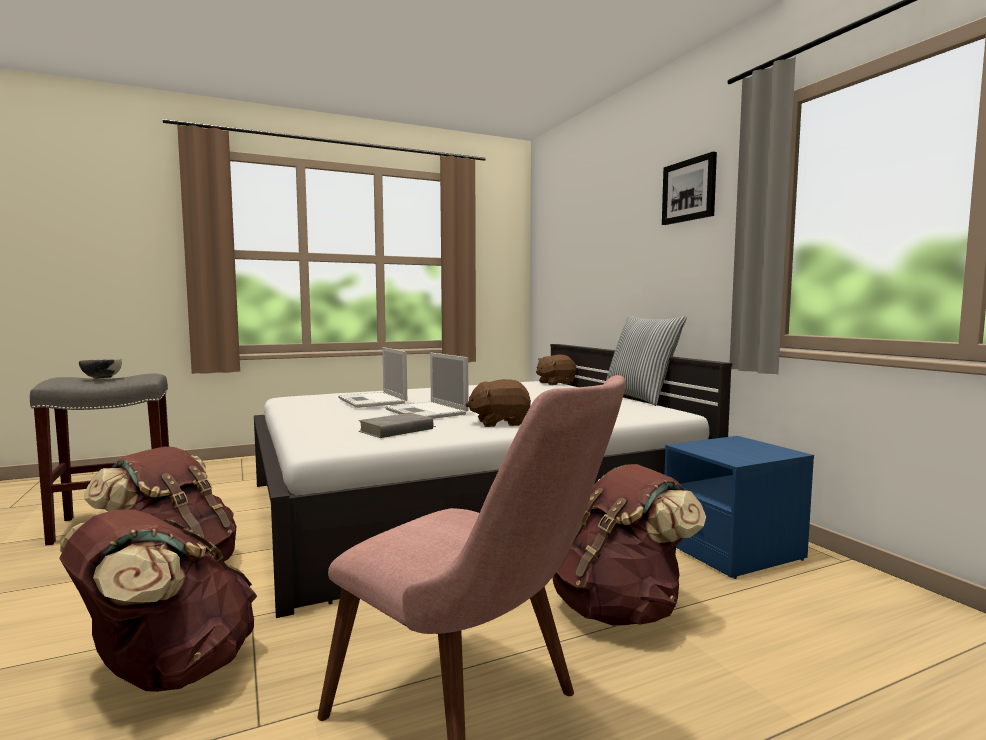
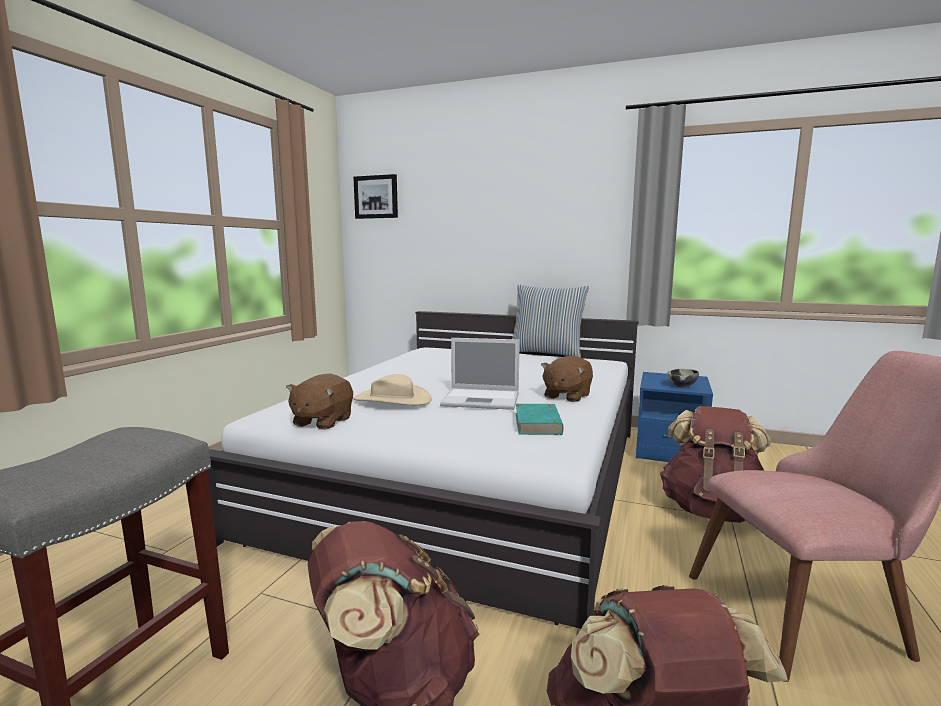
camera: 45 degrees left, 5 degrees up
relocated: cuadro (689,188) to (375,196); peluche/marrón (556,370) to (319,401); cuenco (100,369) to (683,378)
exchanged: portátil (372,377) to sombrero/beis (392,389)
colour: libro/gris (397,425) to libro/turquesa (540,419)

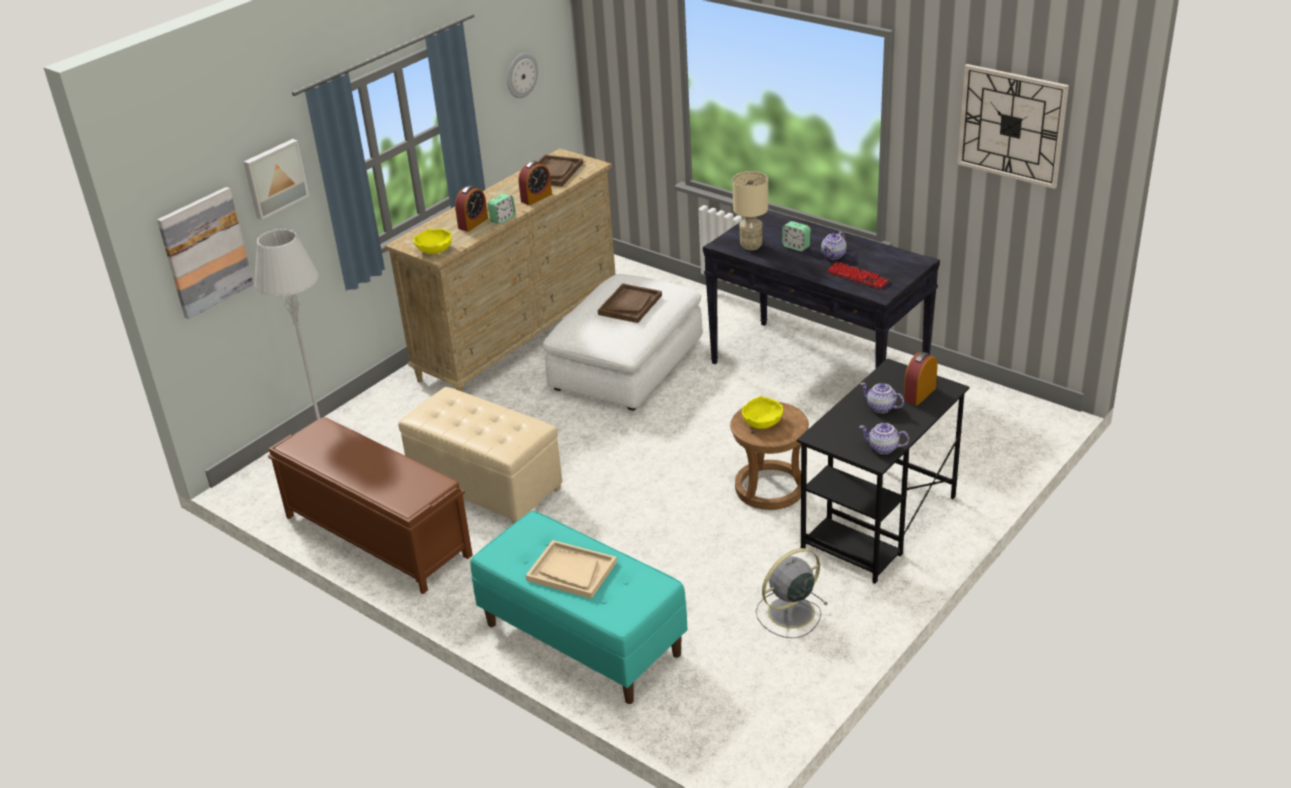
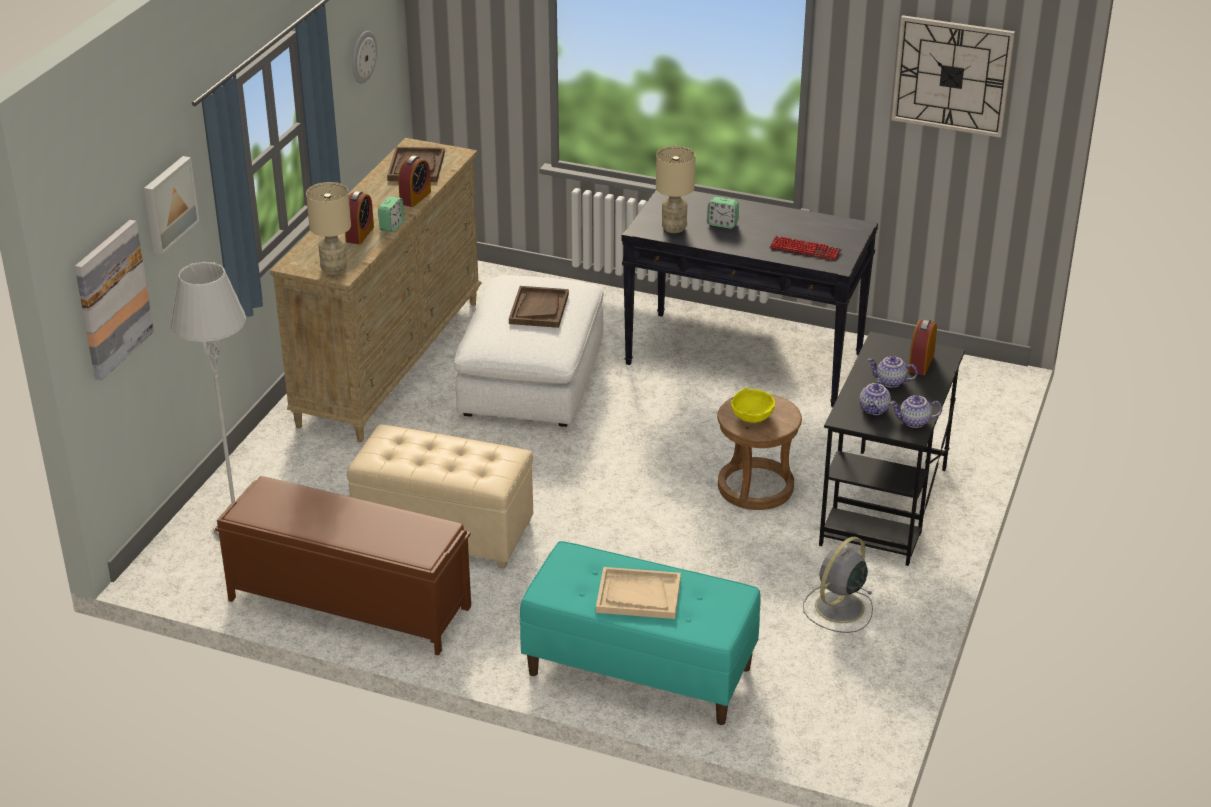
camera: 20 degrees left, 0 degrees up
relocated: tetera (834,245) to (875,396)
exchanged: cuenco/amarillo (432,241) to lámpara de mesa/beis (328,228)

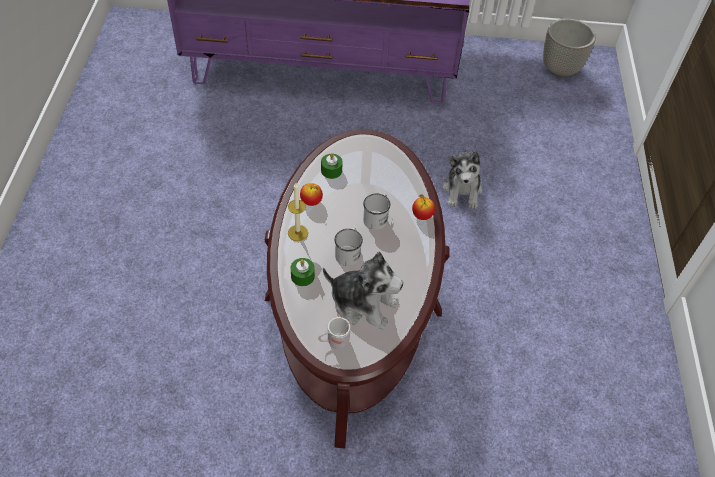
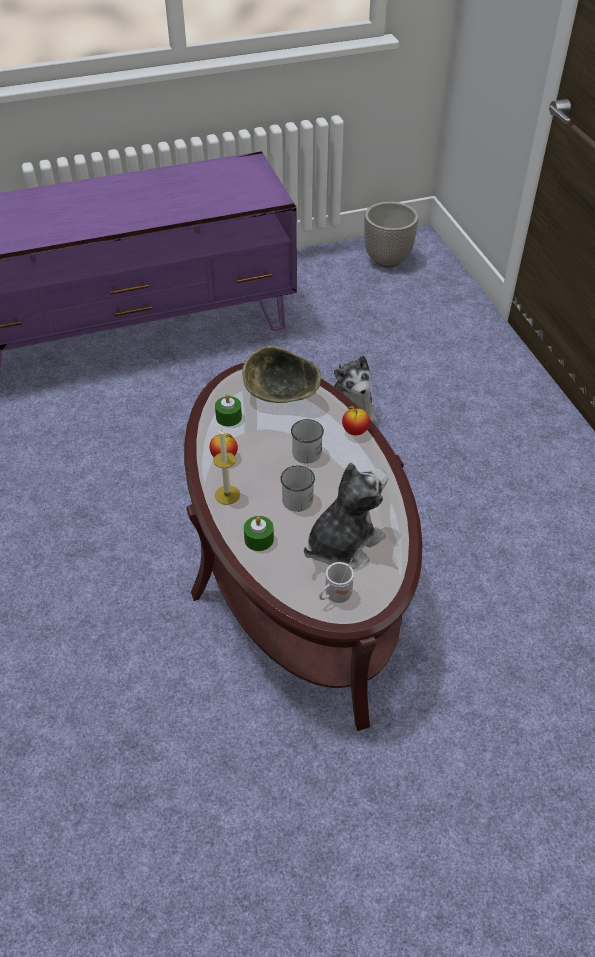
camera: 20 degrees left, 5 degrees down
appeared: cuenco (281,374)
spun: peluche (363,291) = (346,515) 45 degrees counterclockwise

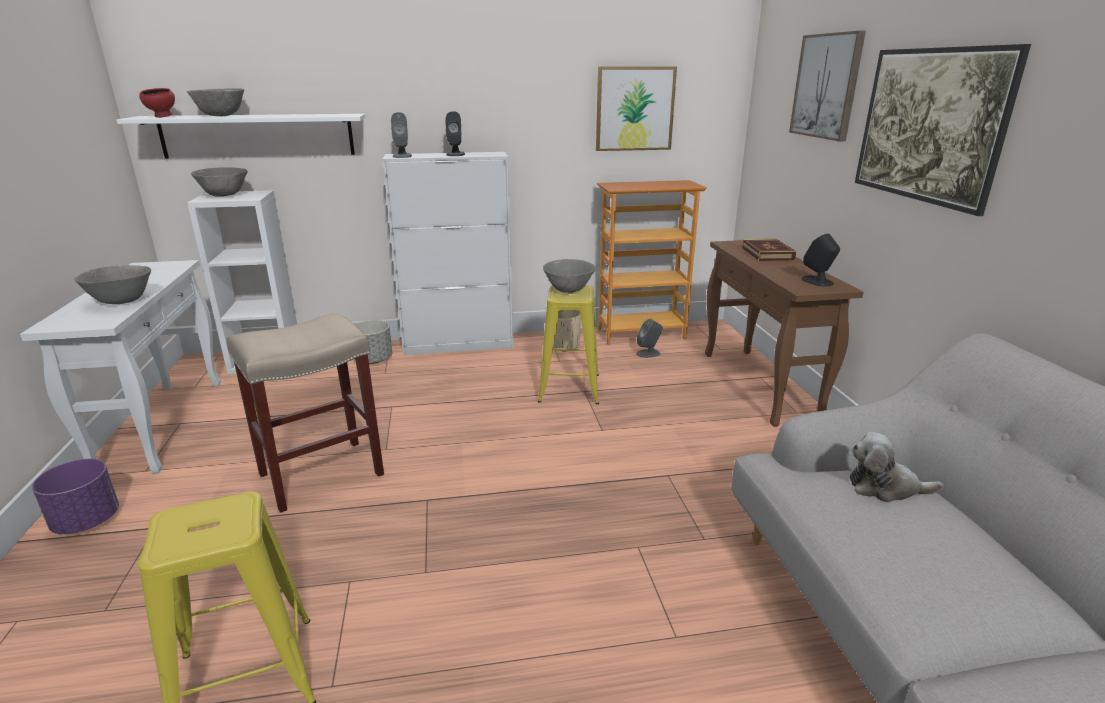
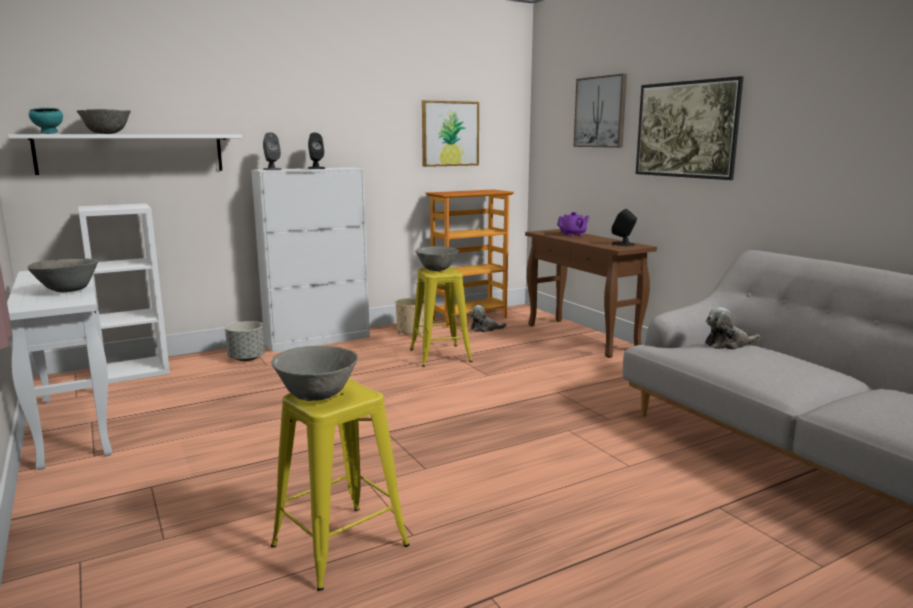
camera: 20 degrees left, 10 degrees down
missing: taburete/beis (305,413); maceta/morado (75,496)
relocated: cuenco/gris (219,182) to (315,373)
exchanged: libro (768,250) to tetera/morado (573,224); altavoz/gris (649,338) to peluche (488,318)
colour: cuenco/rojo (157,103) to cuenco/turquesa (46,121)

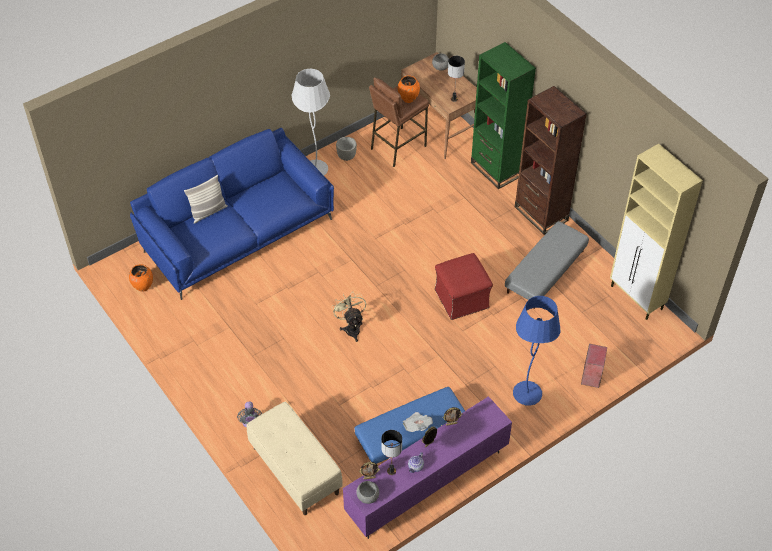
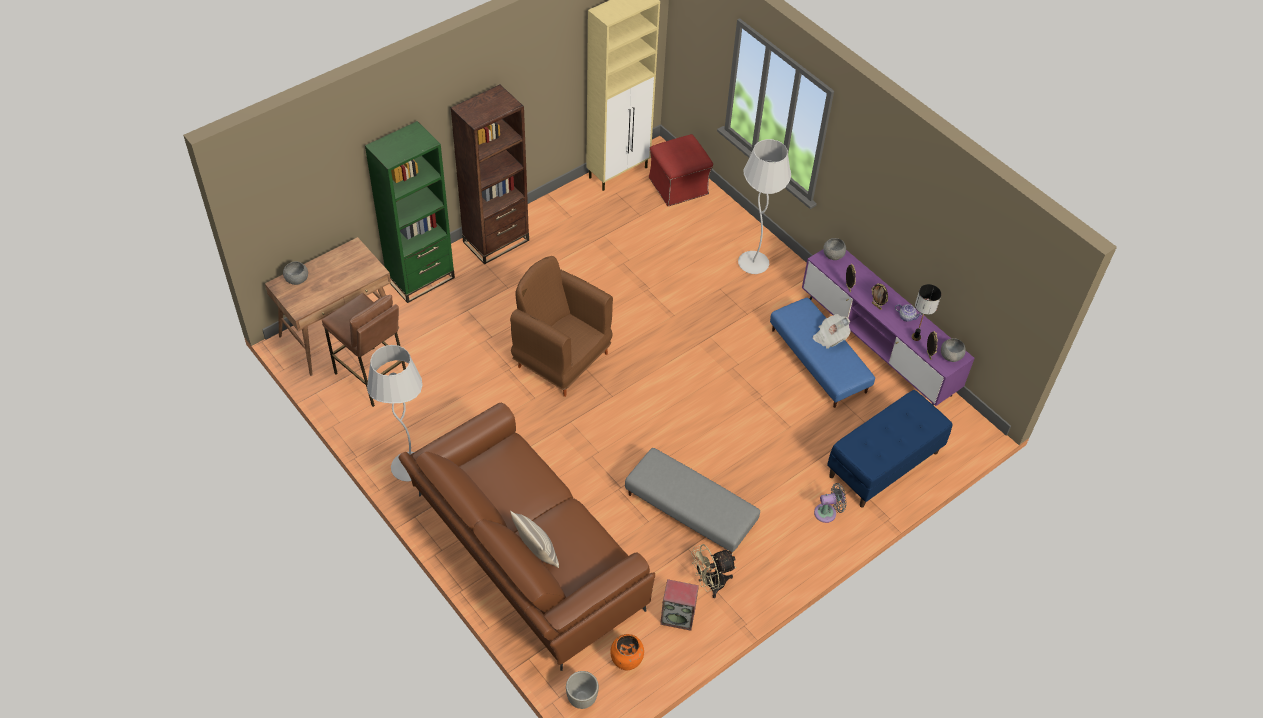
camera: 95 degrees left, 0 degrees up
missing: lámpara de mesa (456,79); florero/naranja (409,89)
appeared: cuenco/gris (834,249); sillón/marrón (561,326)
relocated: maceta/gris (346,149) to (582,690); puf/gris (547,265) to (692,501); puf/rojo (464,286) to (681,170); ventilador/beis (349,317) to (713,571); altavoz (594,366) to (679,605)
colour: sofá/azul (232,214) to sofá/marrón (527,537); lámpara de pie/azul (536,351) to lámpara de pie/blanco (764,206); banco/beis (295,458) to banco/azul (889,449)

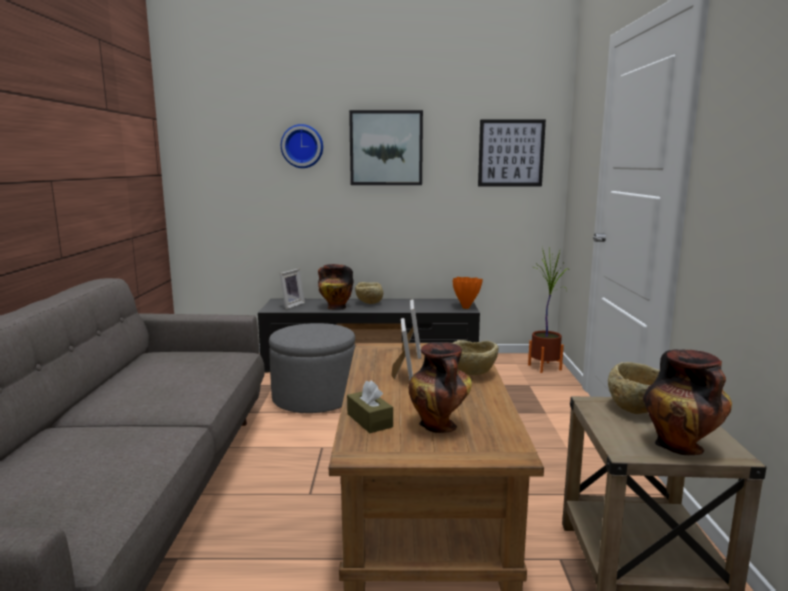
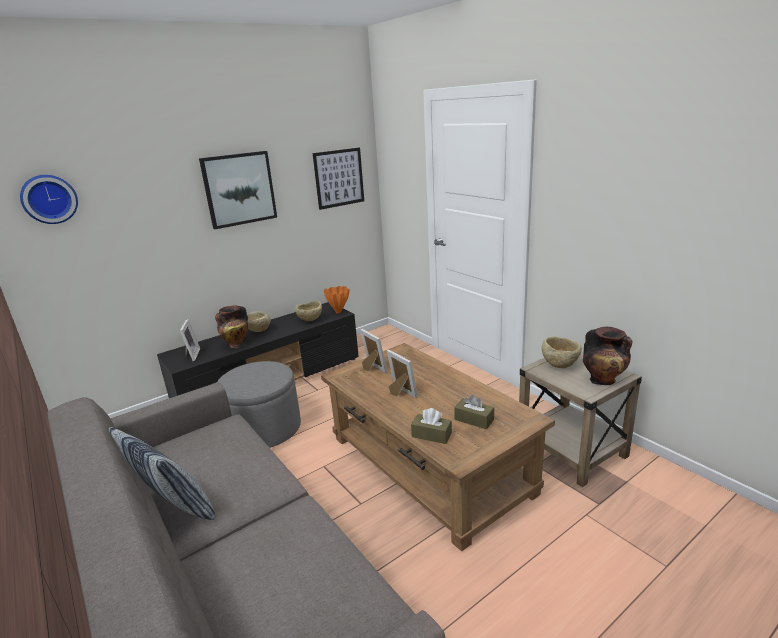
camera: 35 degrees left, 10 degrees up
missing: planta en maceta (548,310)
appeared: cojín (161,473)
relocated: reloj de pared (302,146) to (49,199); cuenco/beis (475,357) to (308,311)
exchanged: florero (440,388) to caja de pañuelos/marrón (474,412)

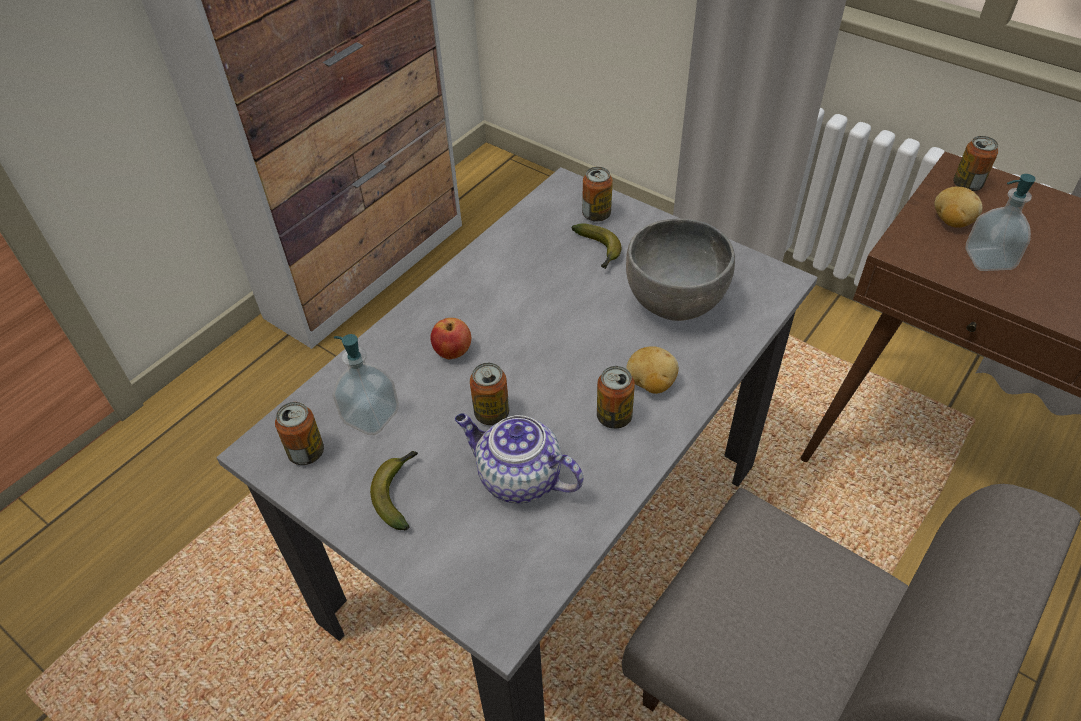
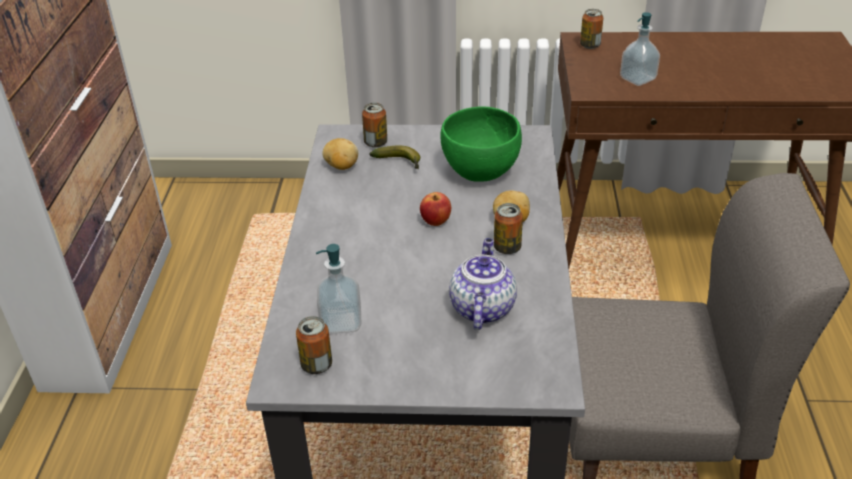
camera: 35 degrees left, 10 degrees down
missing: lata (489,394); plátano (394,491)
relocated: patata (958,207) to (340,154); manzana (450,338) to (435,209)
colour: cuenco/gris (680,270) to cuenco/verde (481,144)
spun: tetera (519,458) = (483,284) 105 degrees clockwise

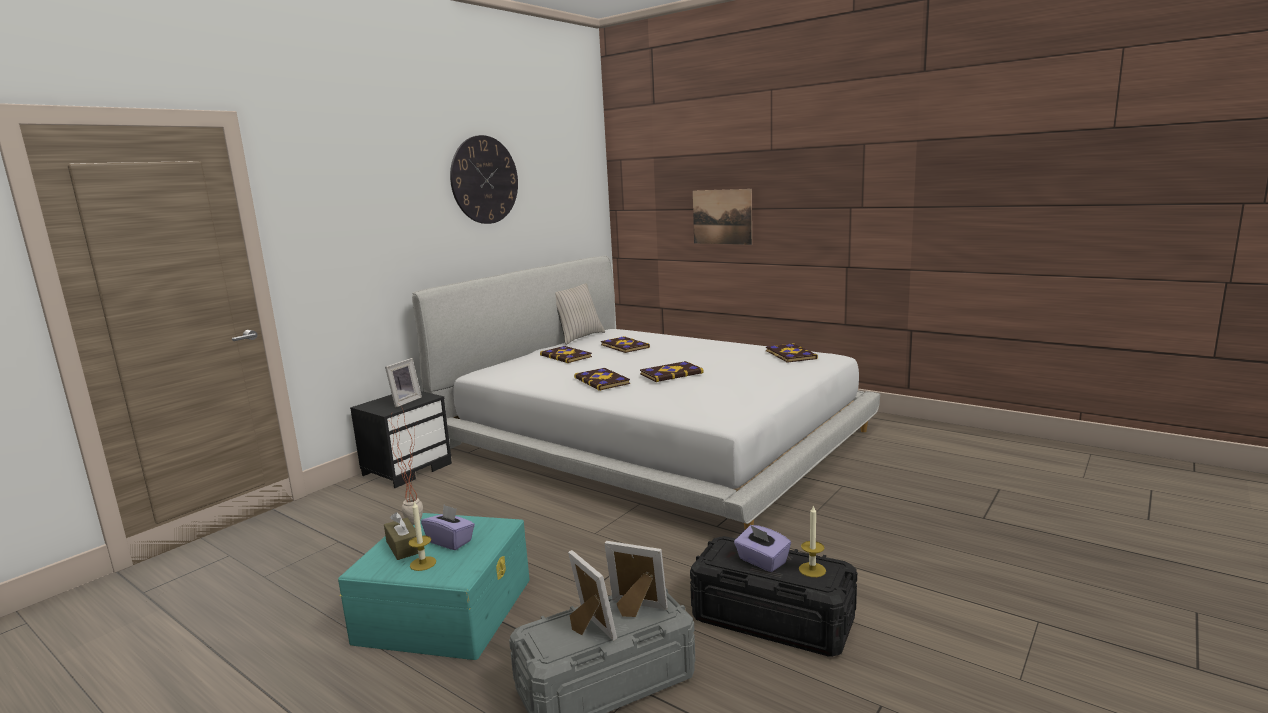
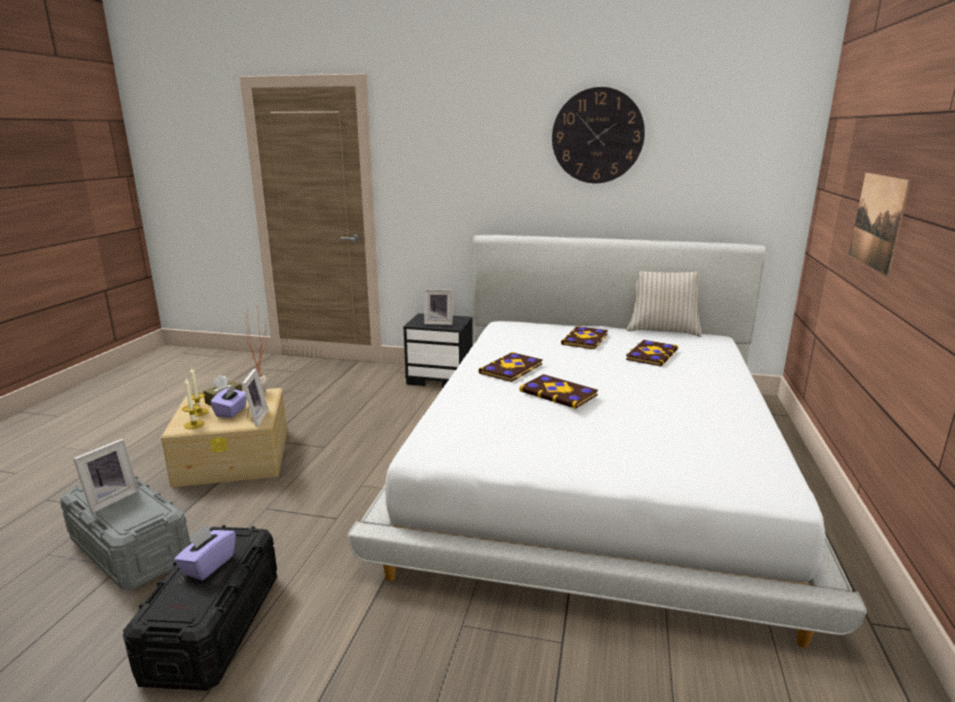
camera: 65 degrees right, 5 degrees up
missing: libro (792,353)
relocated: vela (812,541) to (193,403); portarretratos (636,579) to (255,397)
colour: caja de almacenaje/turquesa (434,586) to caja de almacenaje/beis (224,437)

